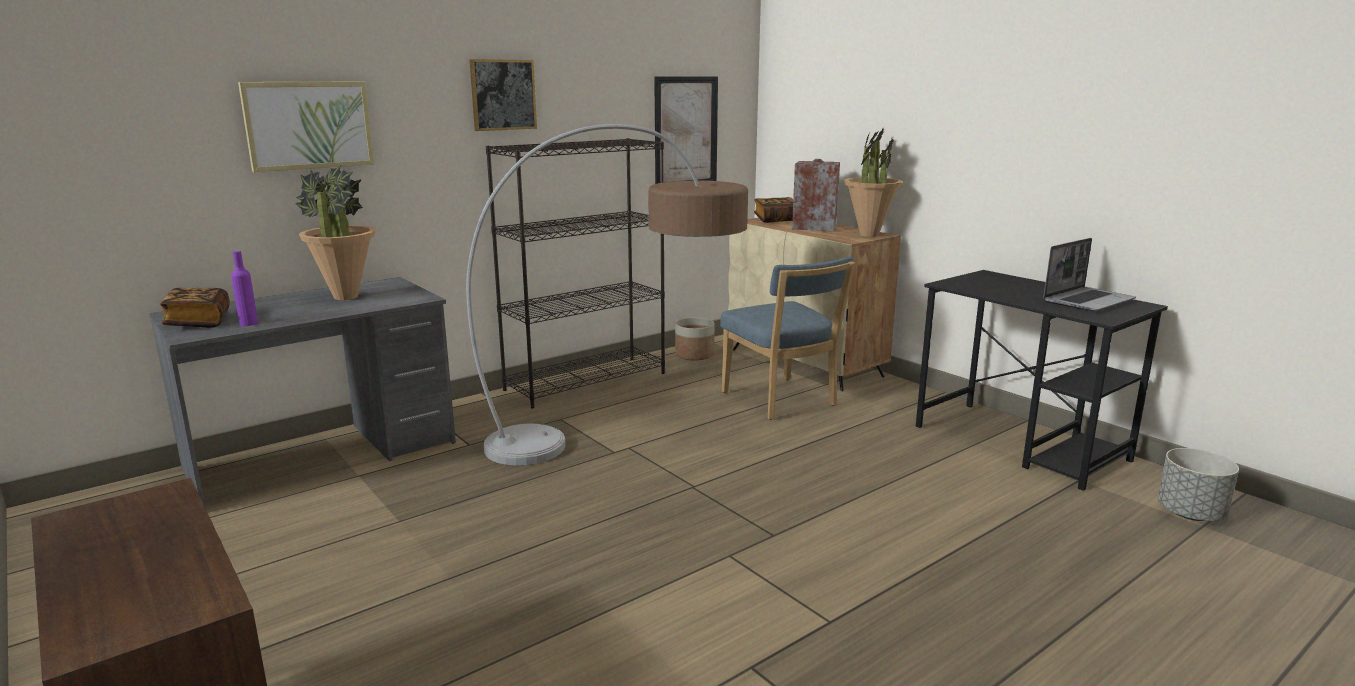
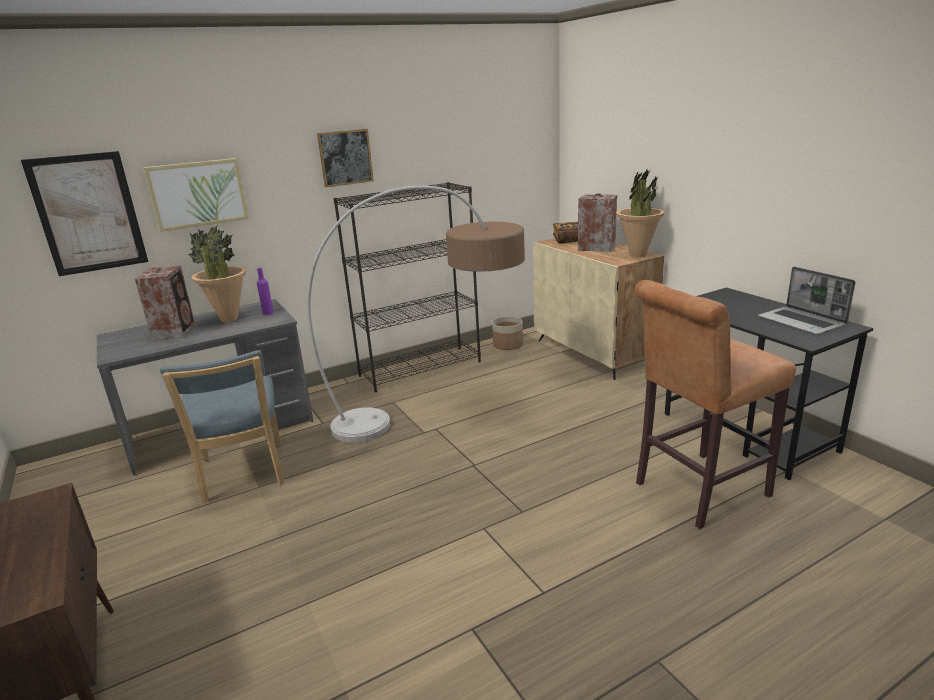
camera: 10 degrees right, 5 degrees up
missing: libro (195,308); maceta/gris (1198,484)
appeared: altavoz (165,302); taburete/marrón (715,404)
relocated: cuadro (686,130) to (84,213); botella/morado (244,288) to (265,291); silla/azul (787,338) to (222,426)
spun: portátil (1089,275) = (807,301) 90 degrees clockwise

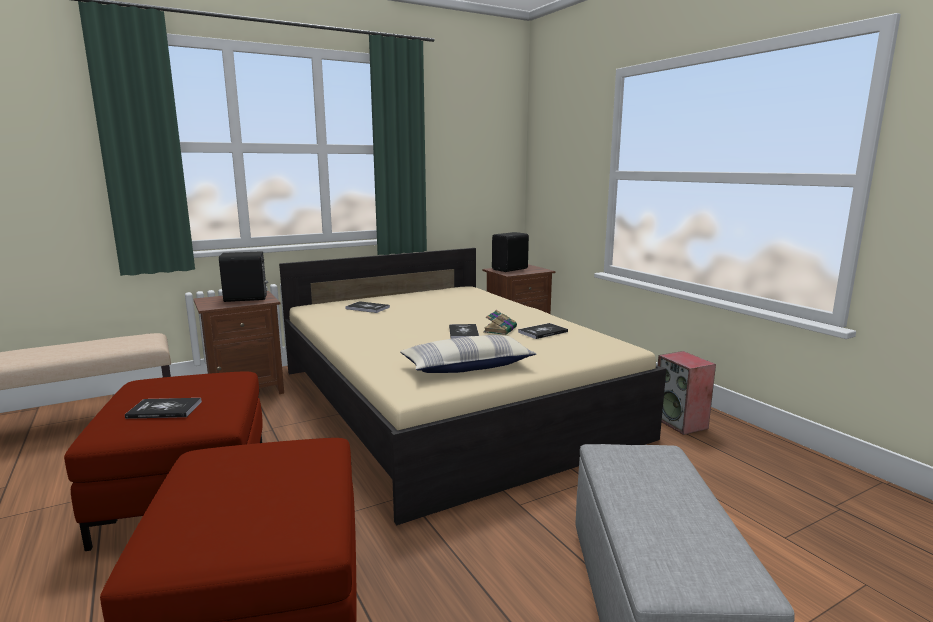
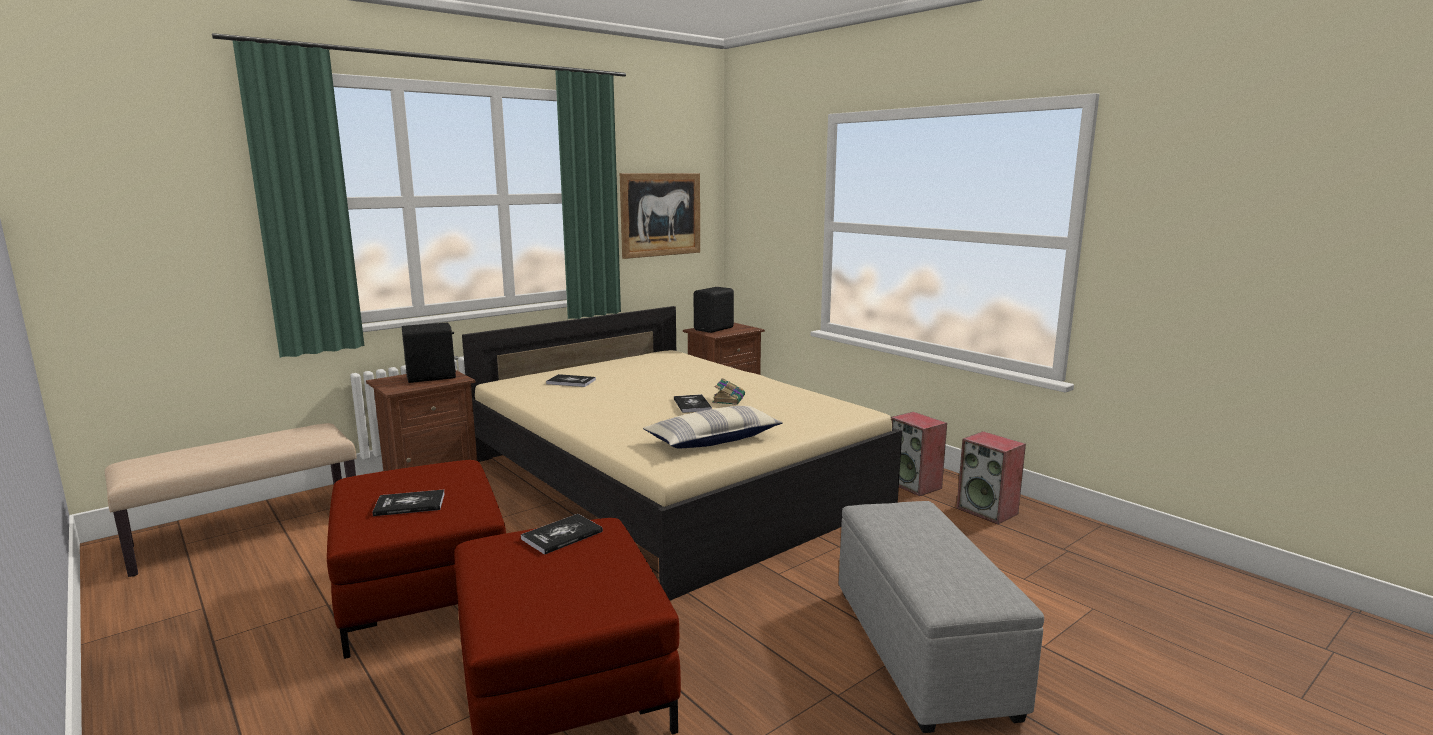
camera: 10 degrees left, 0 degrees up
appeared: cuadro (660,216); altavoz (991,477)
relocated: libro (543,331) to (562,534)

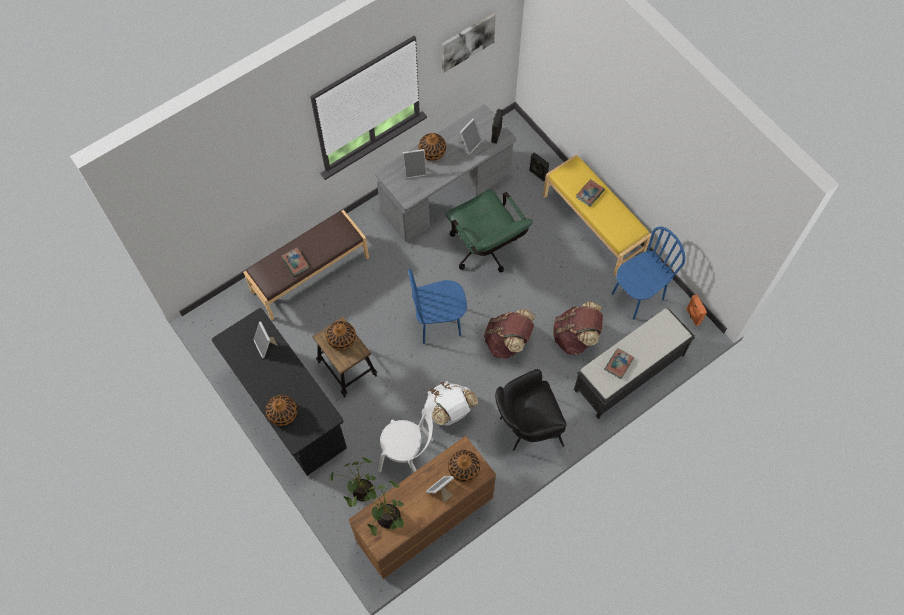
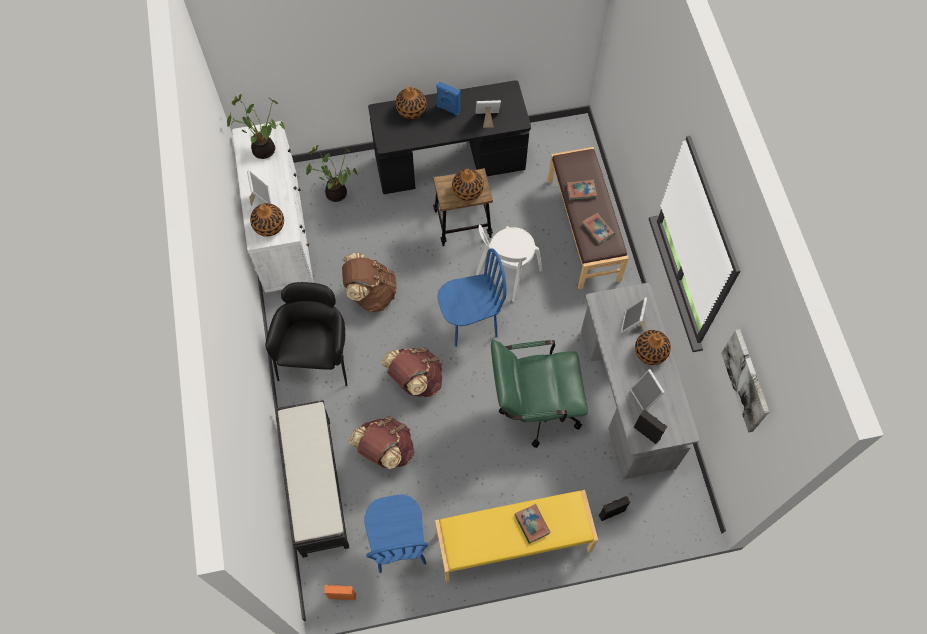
camera: 115 degrees right, 0 degrees up
appeared: altavoz/azul (448,98)
relocated: libro (619,363) to (598,228); silla/blanco (405,440) to (509,263)
colour: mochila/blanco (451,403) to mochila/marrón (369,282); cómoda/marrón (422,507) to cómoda/blanco (272,207)
spun: silla/azul (437,306) = (472,297) 60 degrees clockwise

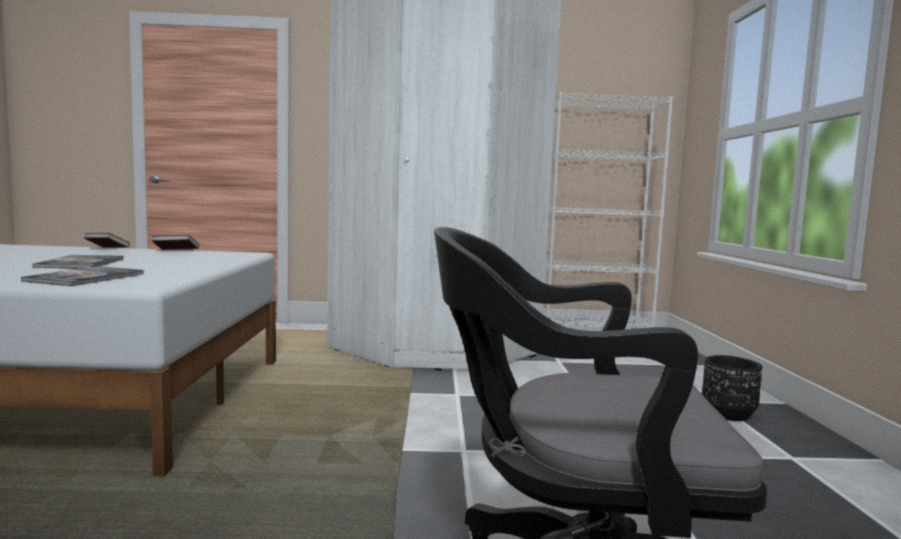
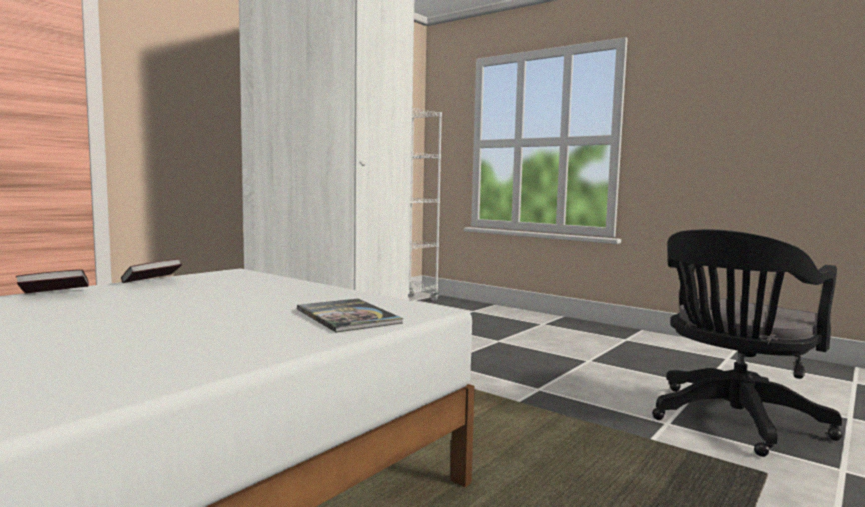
camera: 50 degrees left, 0 degrees up
missing: libro (78,262); maceta/negro (732,388)

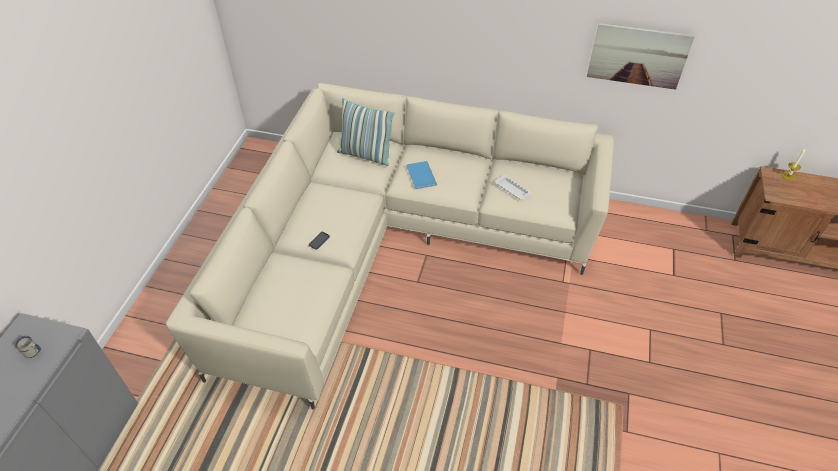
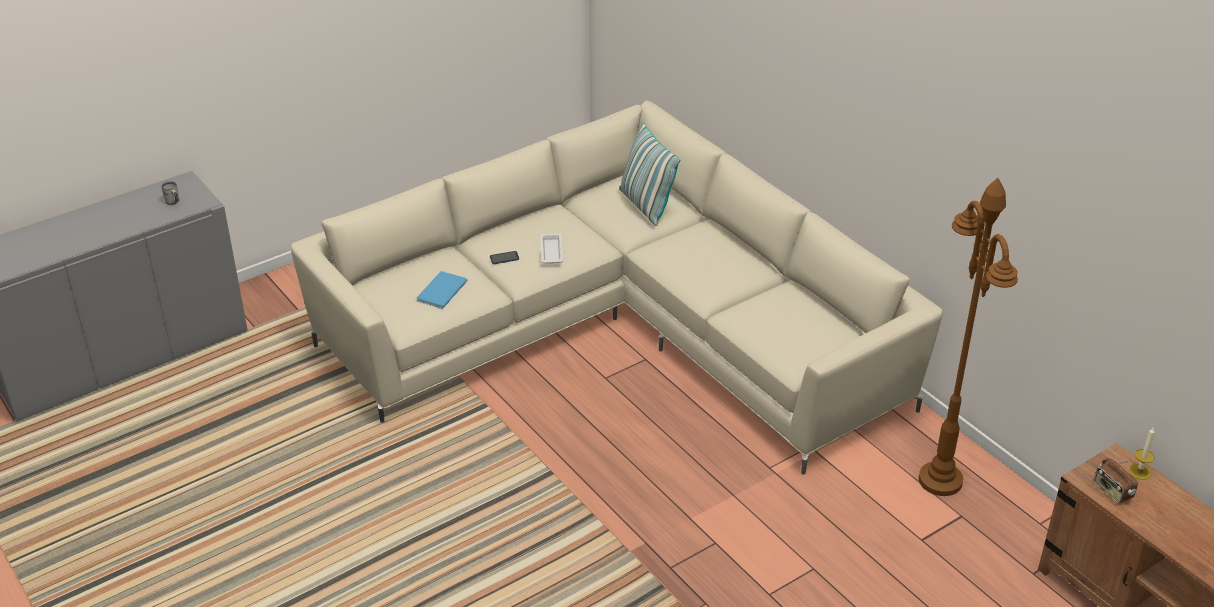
camera: 40 degrees right, 10 degrees down
missing: cuadro (641,56)
appeared: lámpara de pie/marrón (968,337); radio (1116,481)
relocated: libro/azul (422,175) to (442,290); bandeja/blanco (513,187) to (551,248)

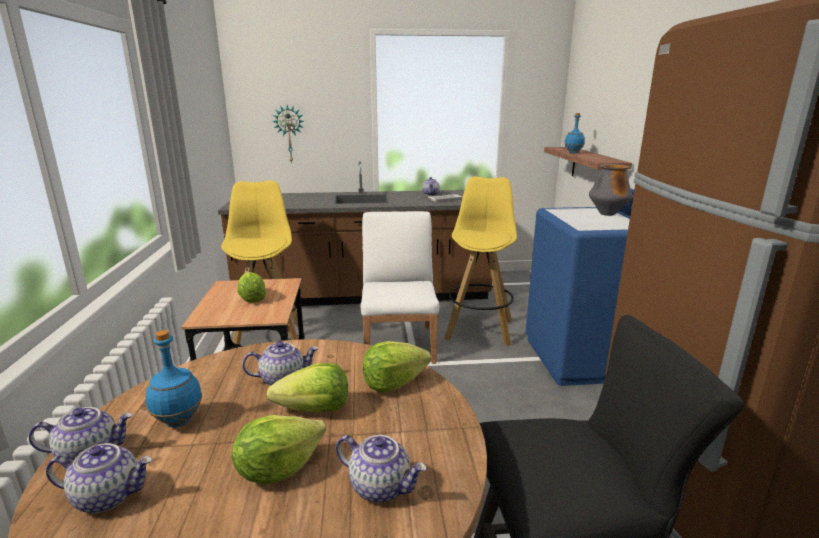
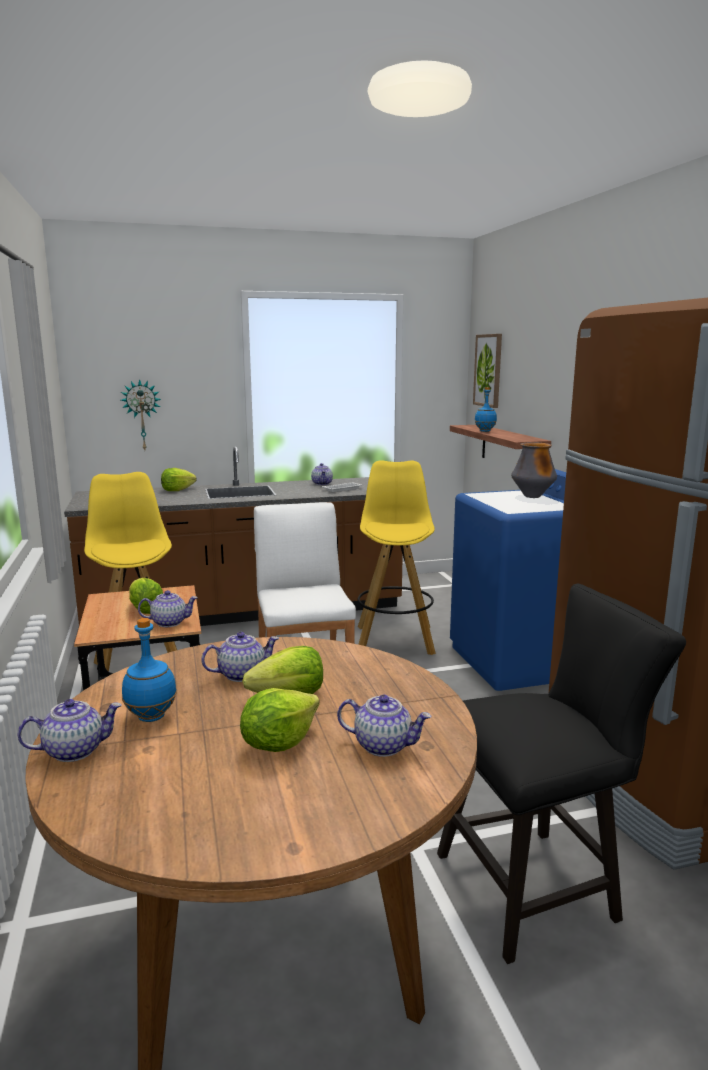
camera: 10 degrees left, 5 degrees down
appeared: cuadro (487,371)
relocated: lechuga (397,366) to (178,479); tetera (99,478) to (168,608)

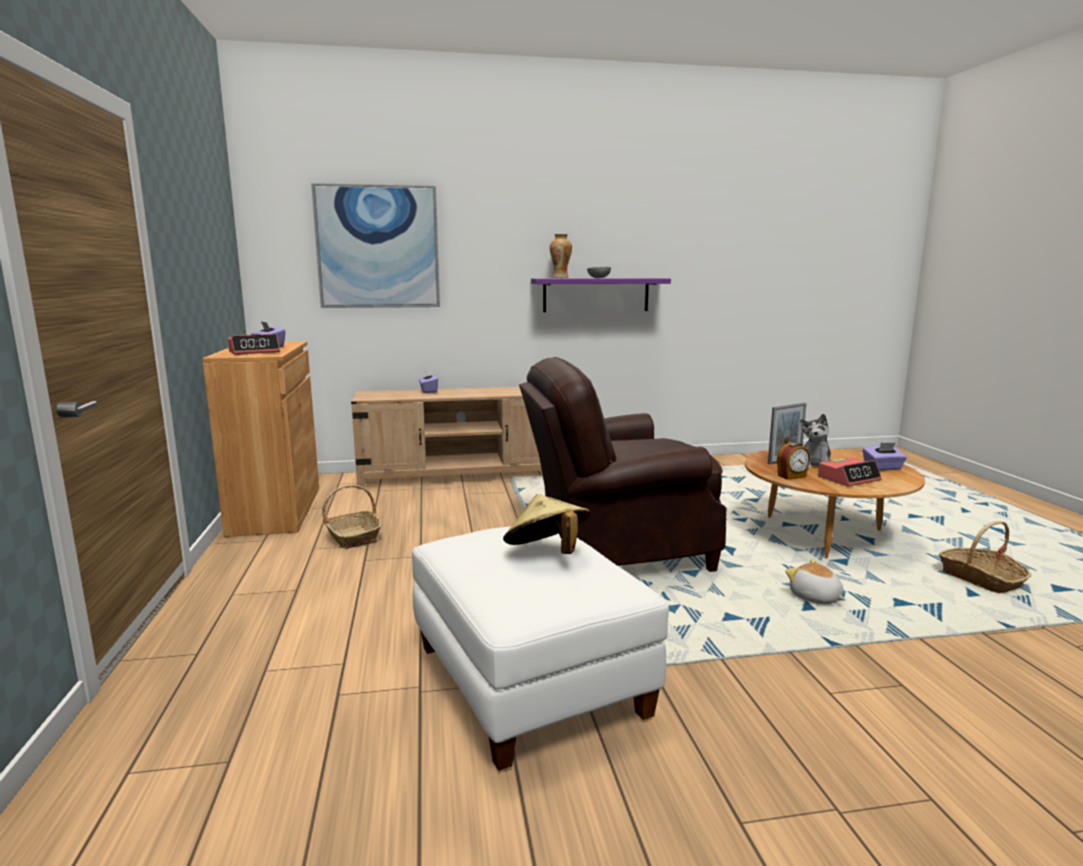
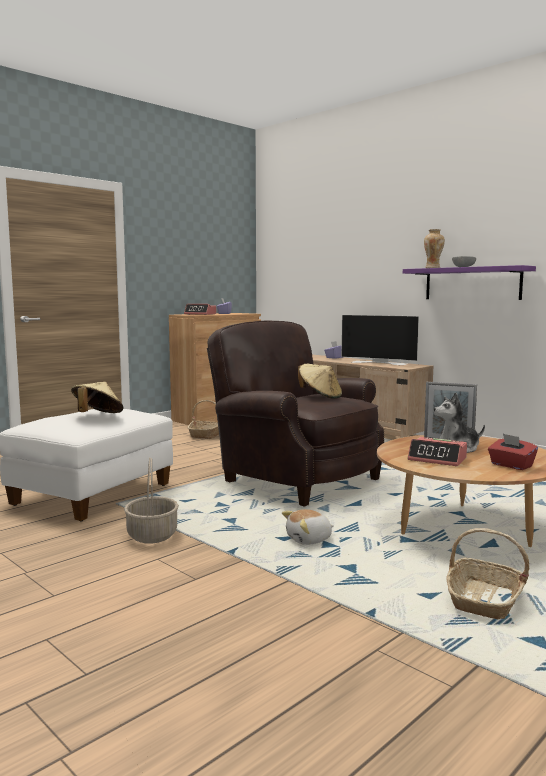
camera: 55 degrees right, 5 degrees down
missing: cuadro (375,245); despertador (794,461)
appeared: televisor (380,340); sombrero/beis (320,381); cesta (151,500)
colour: caja de pañuelos/morado (885,457) to caja de pañuelos/rojo (513,452)
spun: peluche (815,581) = (308,527) 135 degrees counterclockwise

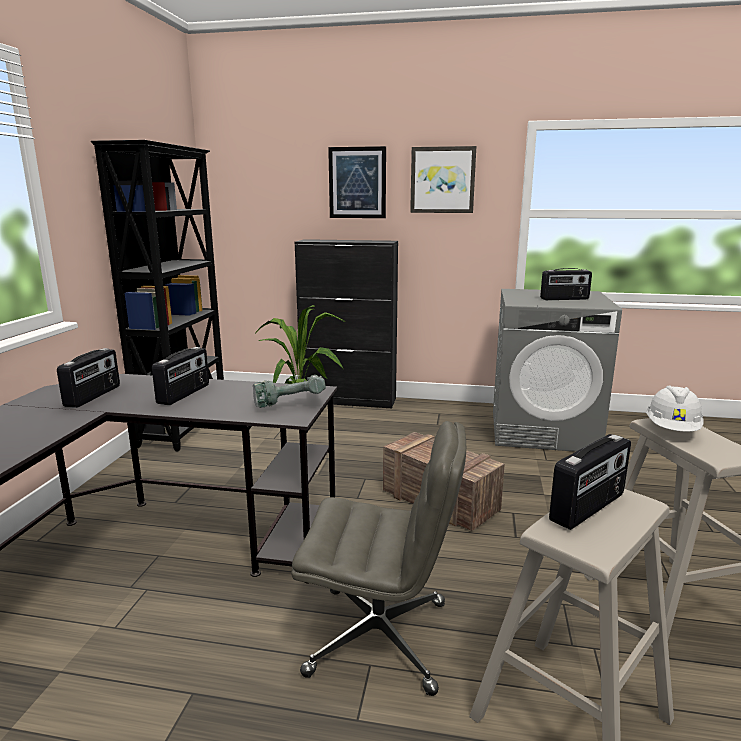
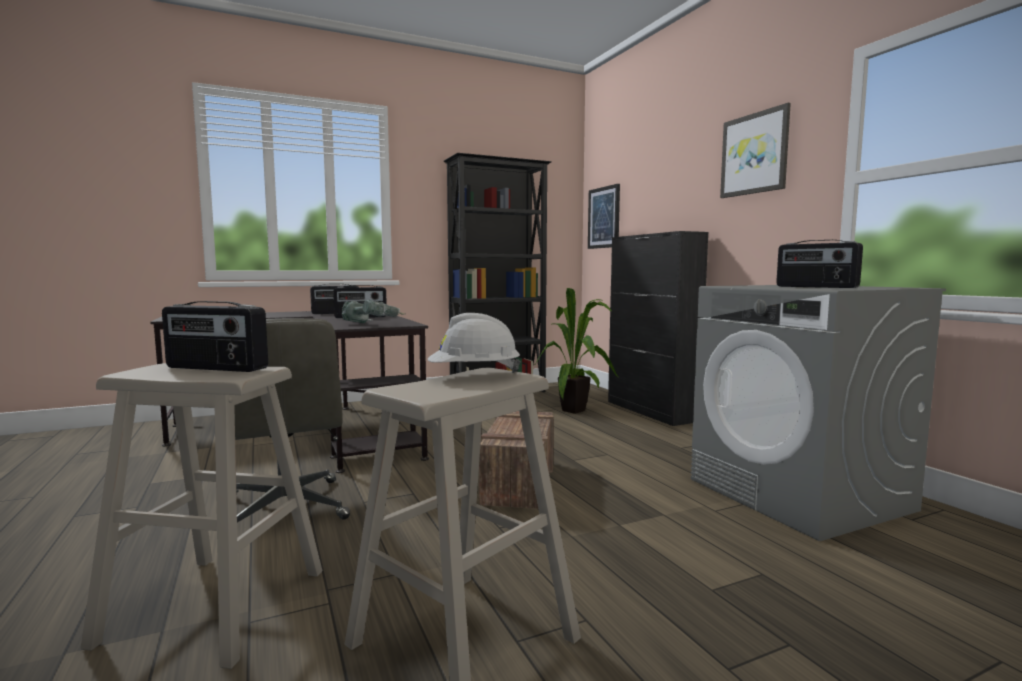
camera: 55 degrees right, 10 degrees down
relocated: cuadro (357,182) to (604,216)

